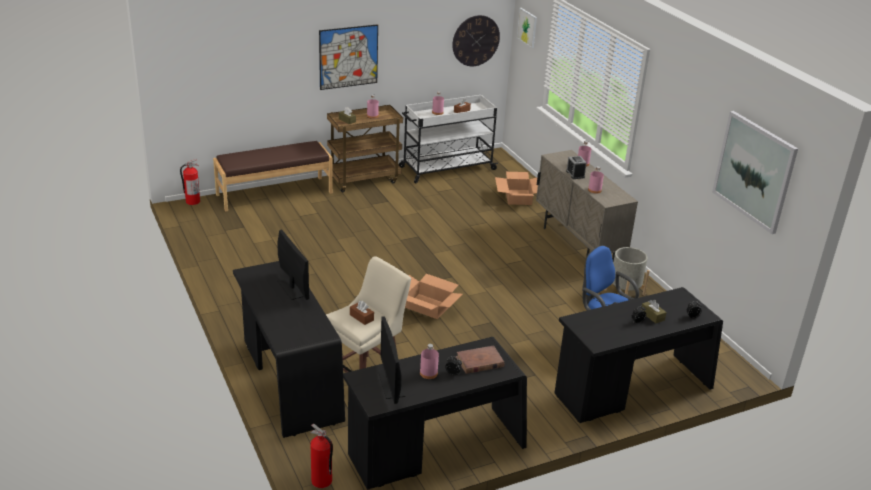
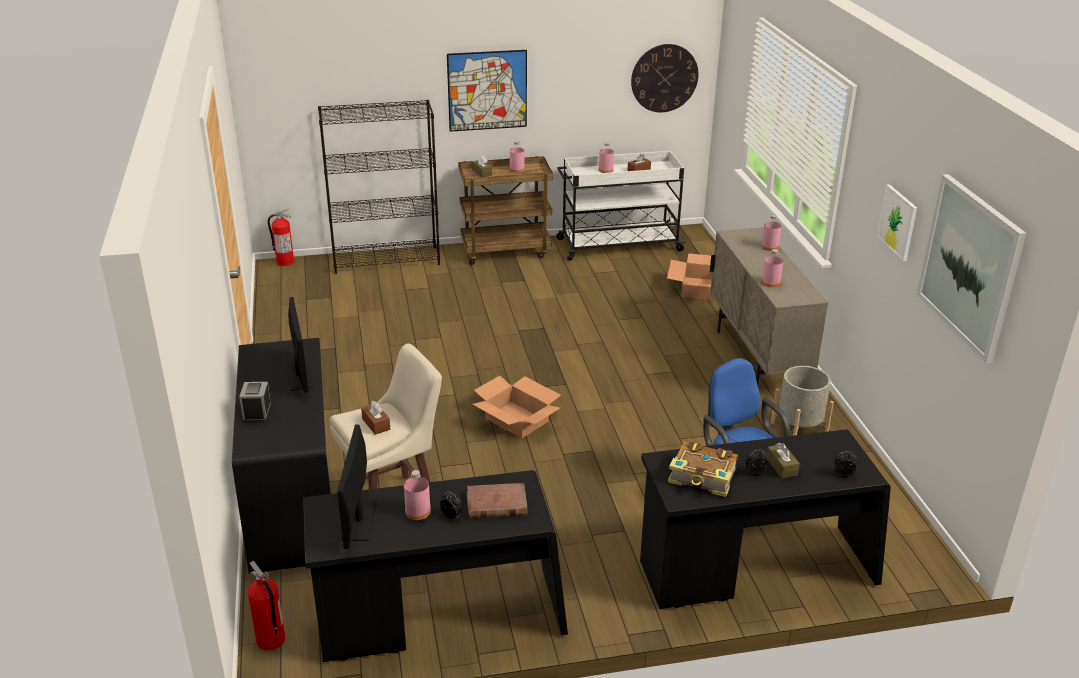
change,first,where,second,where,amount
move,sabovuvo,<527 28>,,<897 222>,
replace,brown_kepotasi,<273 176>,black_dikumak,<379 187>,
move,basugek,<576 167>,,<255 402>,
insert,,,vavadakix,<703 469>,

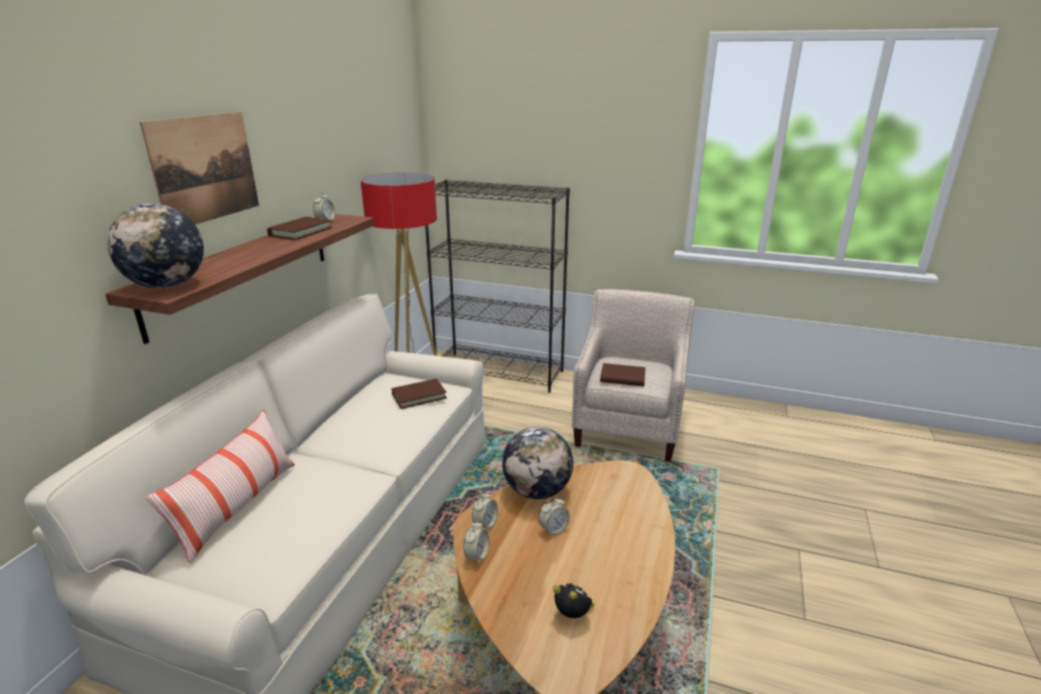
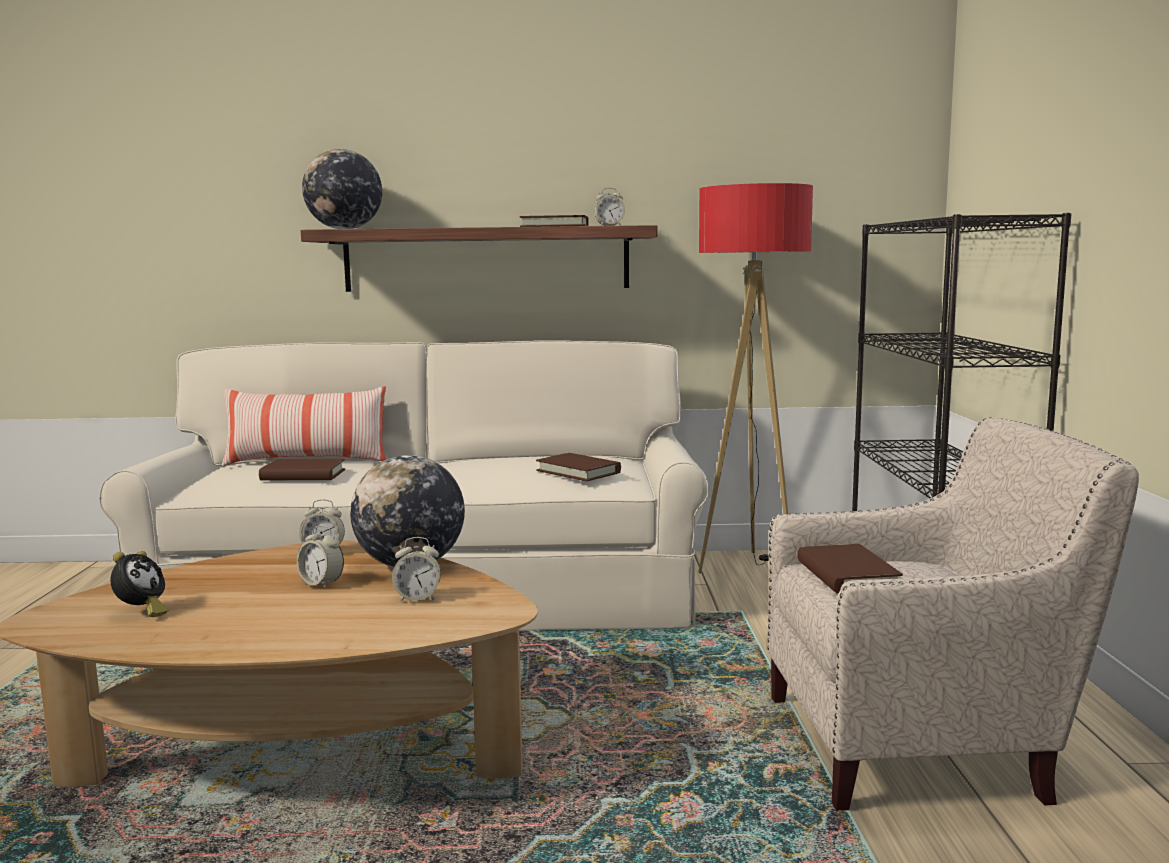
change,first,where,second,where,amount
delete,sabovuvo,<199 168>,,,
move,basugek,<476 541>,,<416 569>,
insert,,,brown_vavadakix,<302 469>,

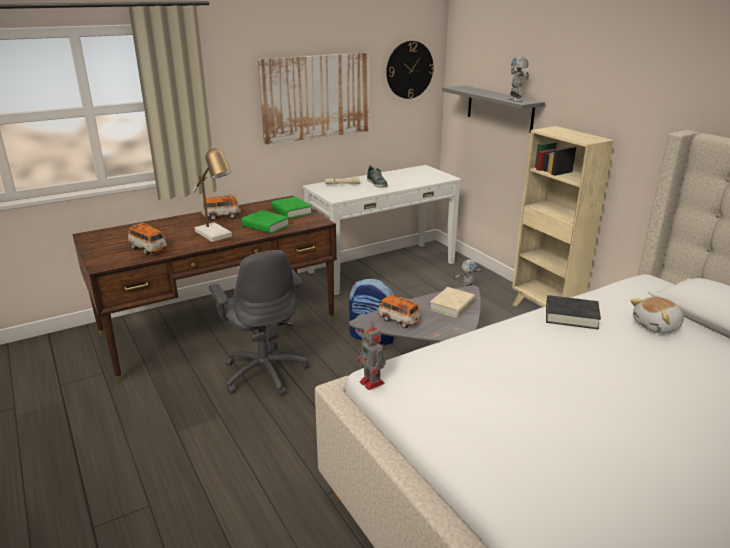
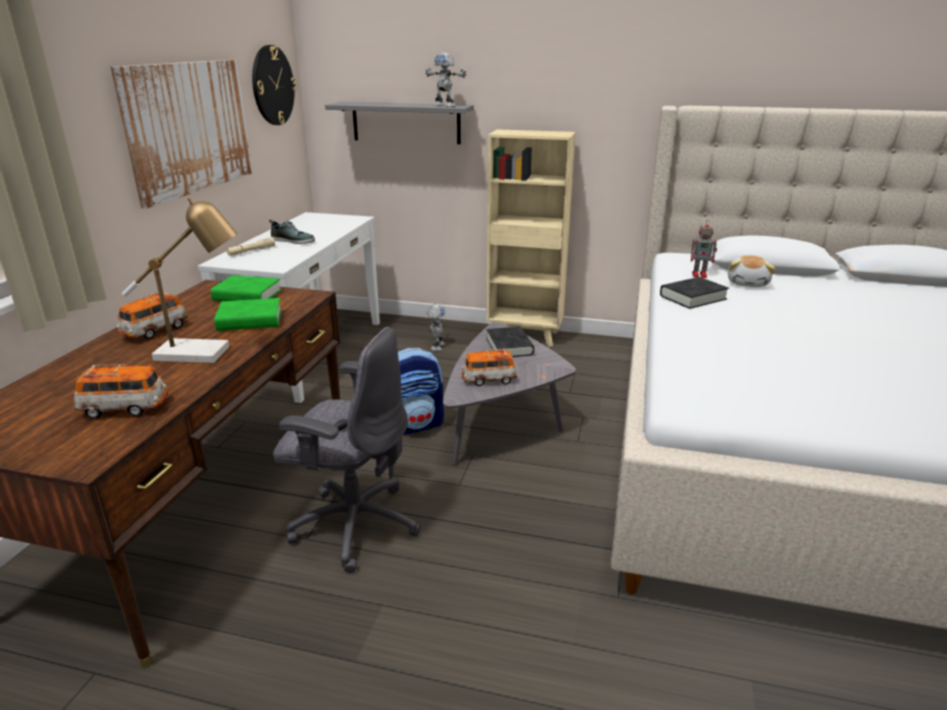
change,first,where,second,where,amount
recolor,beige_vavadakix,<452 302>,black_vavadakix,<510 342>,
move,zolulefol,<371 355>,,<704 249>,

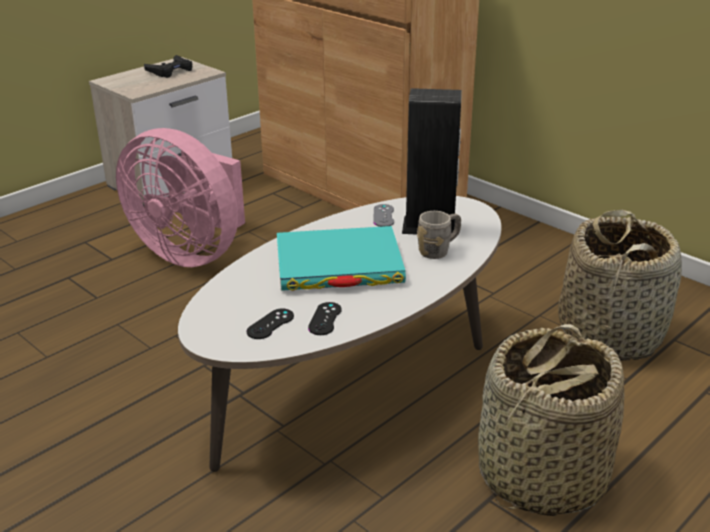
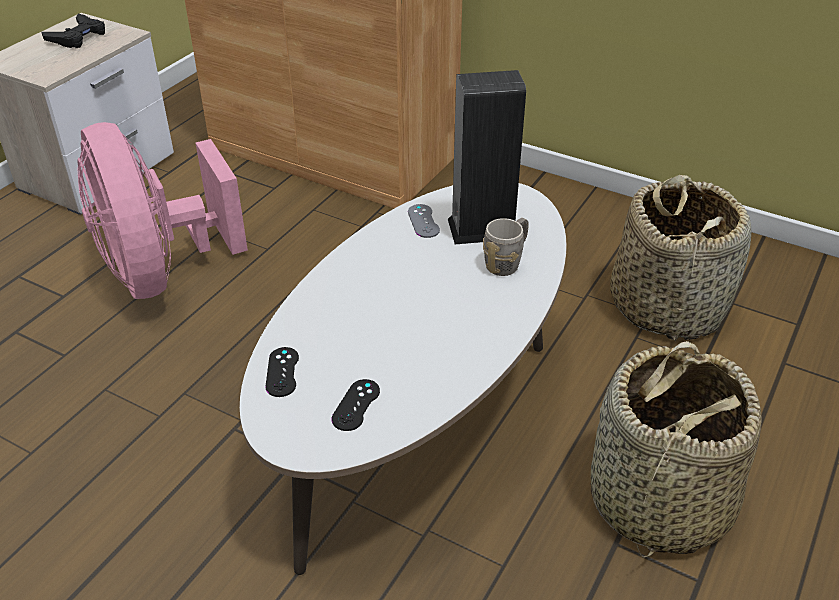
change,first,where,second,where,amount
rotate,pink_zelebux,<180 197>,,<162 210>,45 degrees clockwise
delete,turquoise_vavadakix,<341 258>,,,
move,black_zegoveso,<325 318>,,<282 372>,

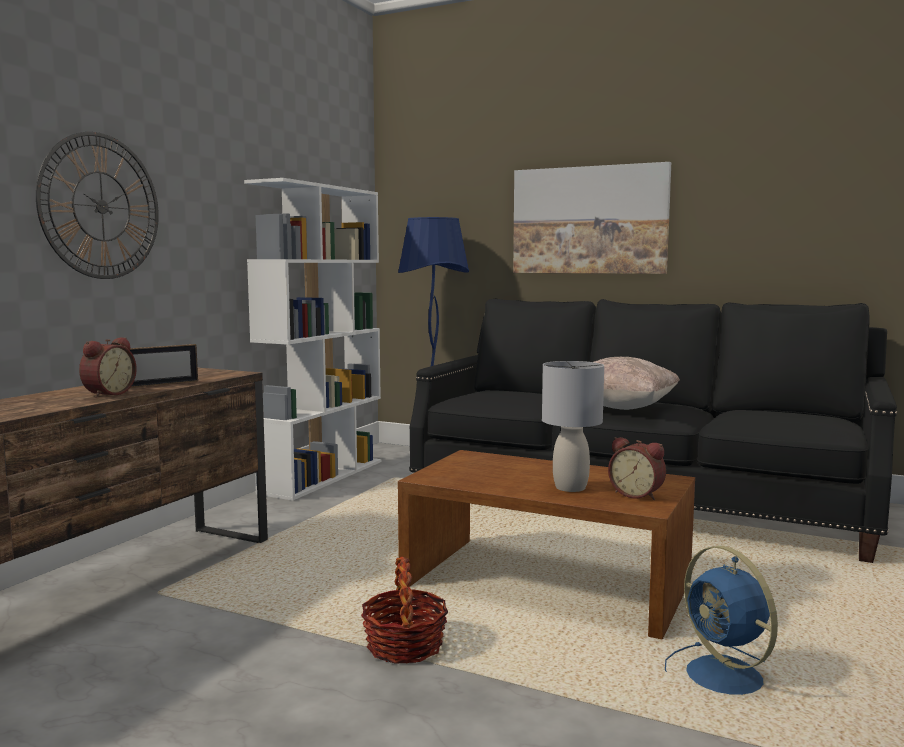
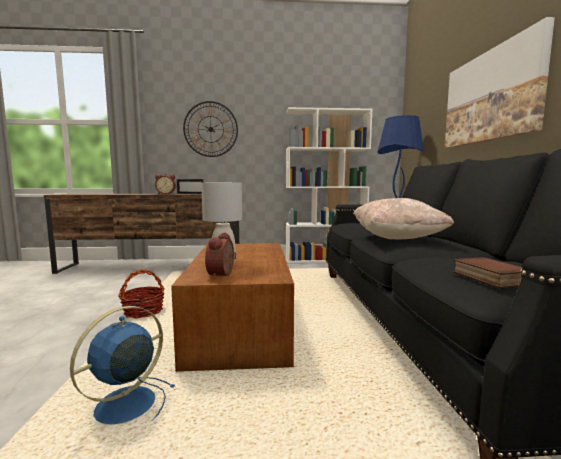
change,first,where,second,where,amount
insert,,,vavadakix,<488 273>,

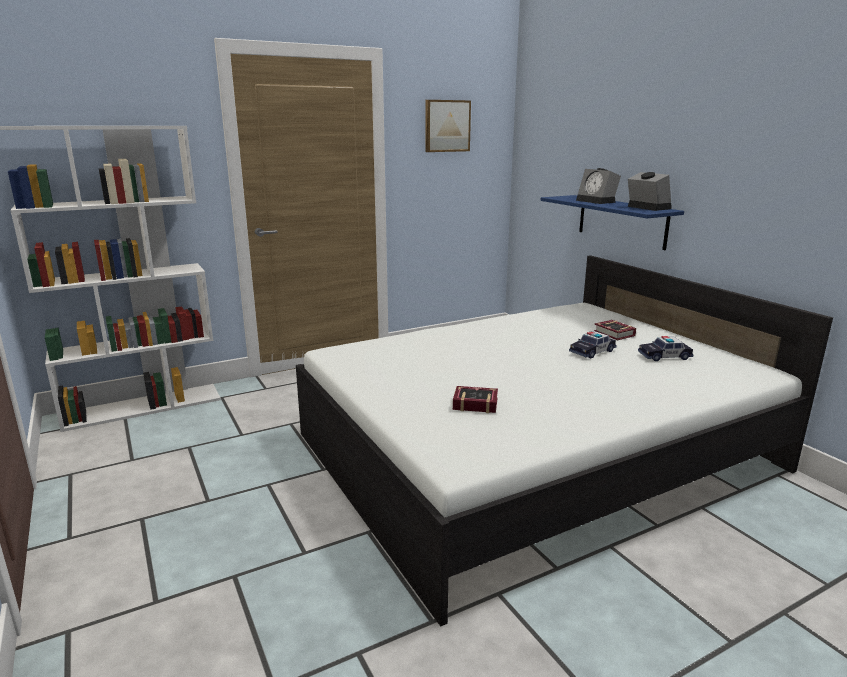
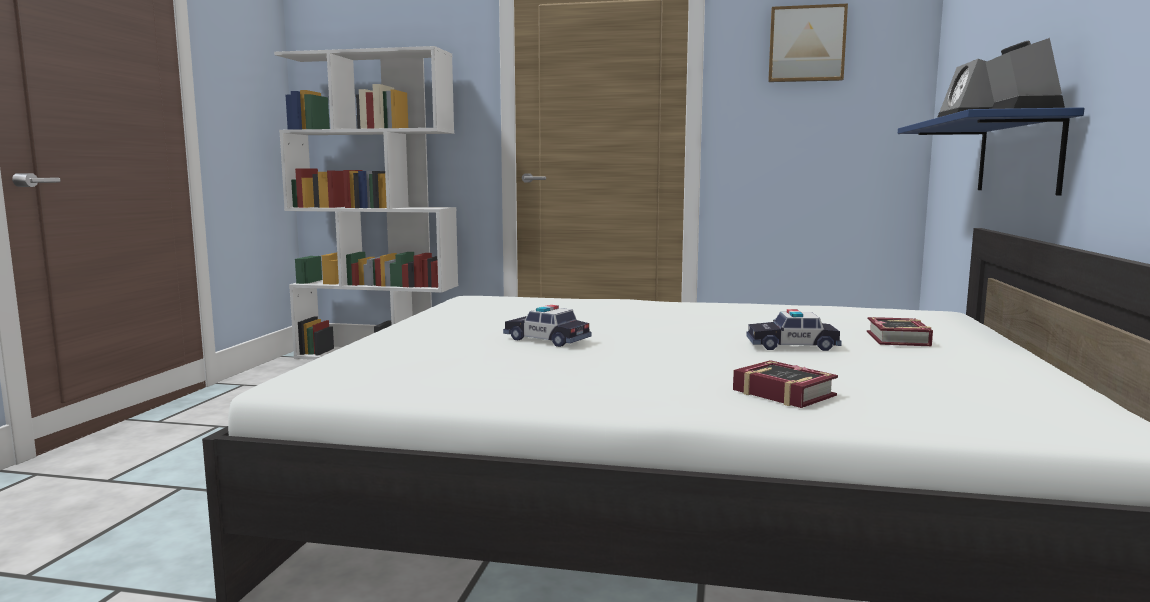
change,first,where,second,where,amount
move,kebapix,<666 348>,,<547 326>,
move,vavadakix,<475 399>,,<785 384>,

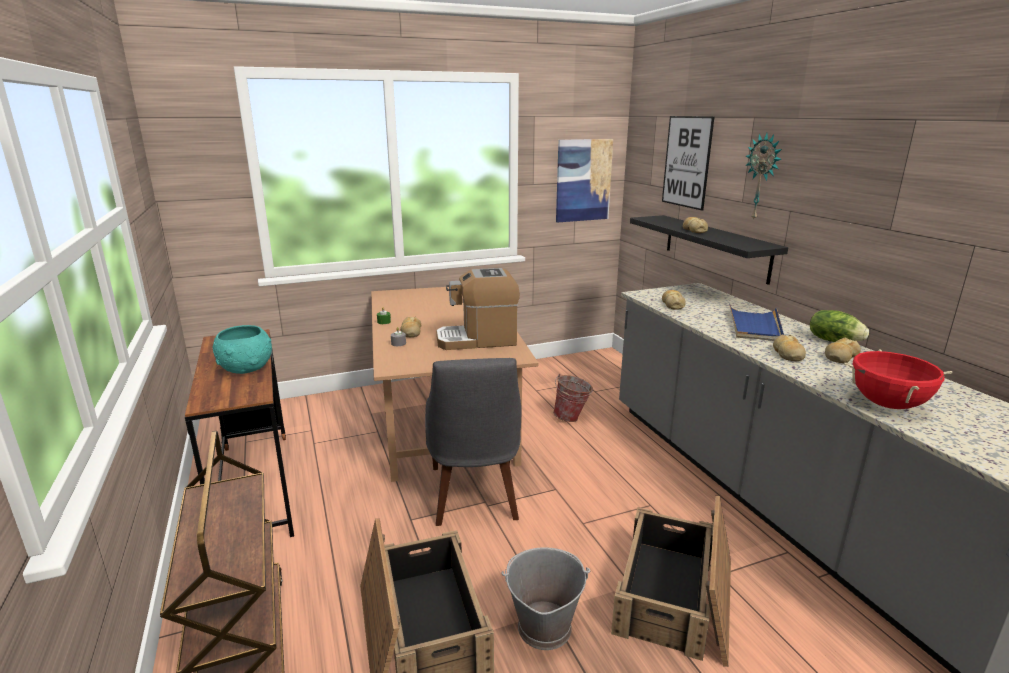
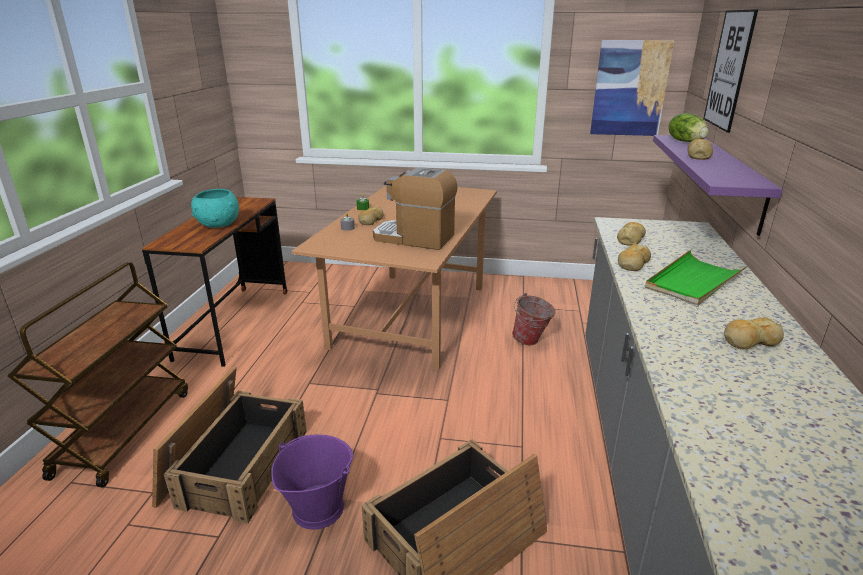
change,first,where,second,where,amount
delete,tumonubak,<763 177>,,,
recolor,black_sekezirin,<709 250>,purple_sekezirin,<718 185>,
recolor,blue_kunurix,<756 322>,green_kunurix,<696 278>,
move,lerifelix,<839 326>,,<689 127>,
move,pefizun,<789 348>,,<634 257>,
delete,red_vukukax,<898 379>,,,
delete,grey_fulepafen,<473 442>,,,
recolor,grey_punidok,<545 598>,purple_punidok,<312 482>,

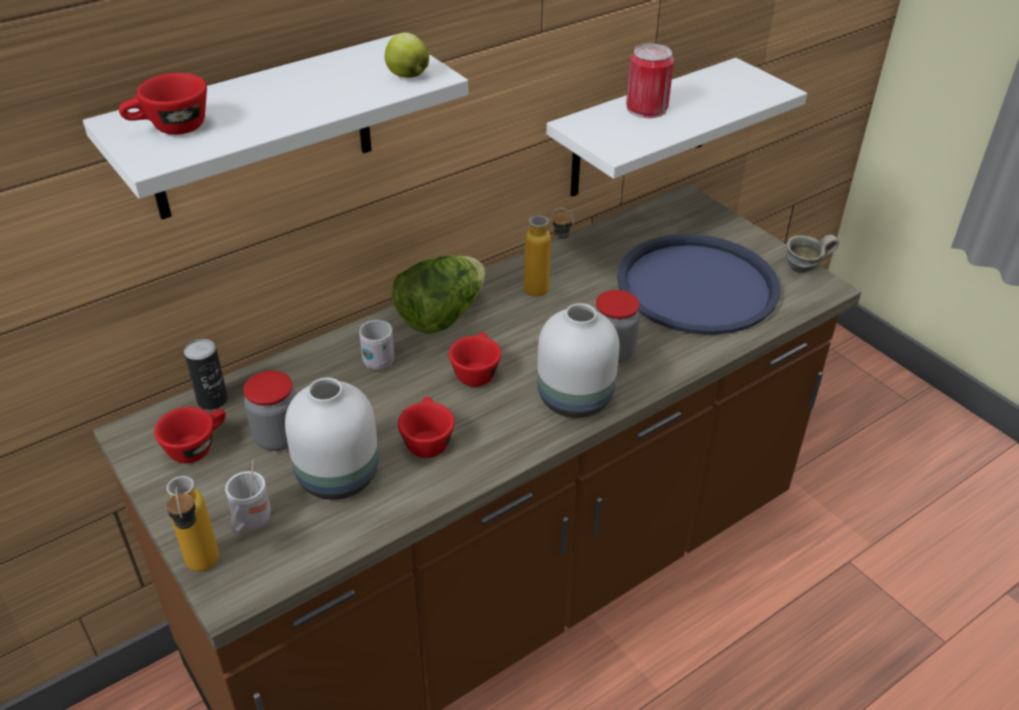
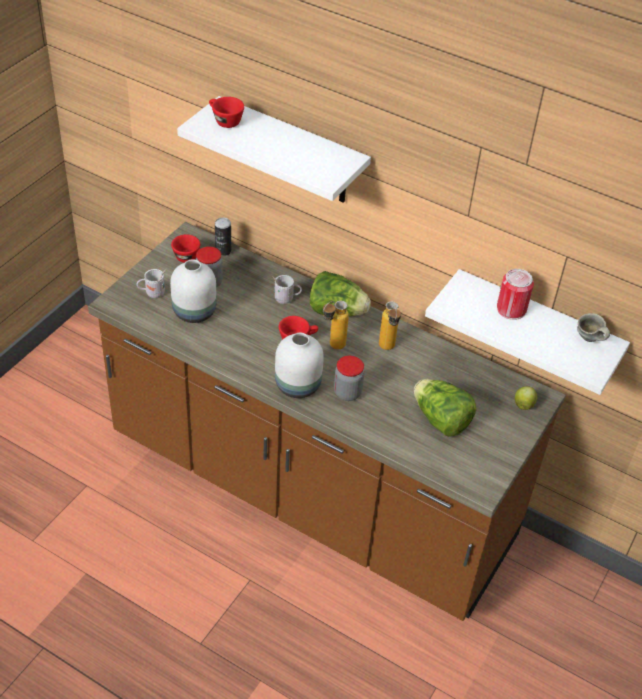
change,first,where,second,where,amount
move,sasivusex,<406 55>,,<526 398>,
replace,blue_kunurix,<698 284>,lerifelix,<445 408>,
move,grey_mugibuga,<812 253>,,<593 327>,
delete,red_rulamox,<426 427>,,,
move,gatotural,<192 524>,,<336 325>,

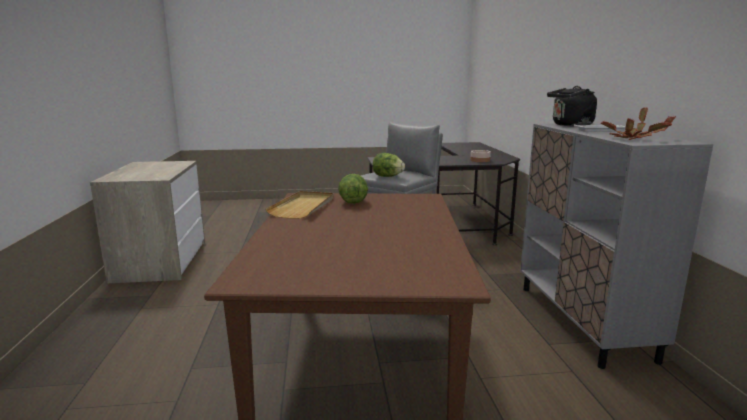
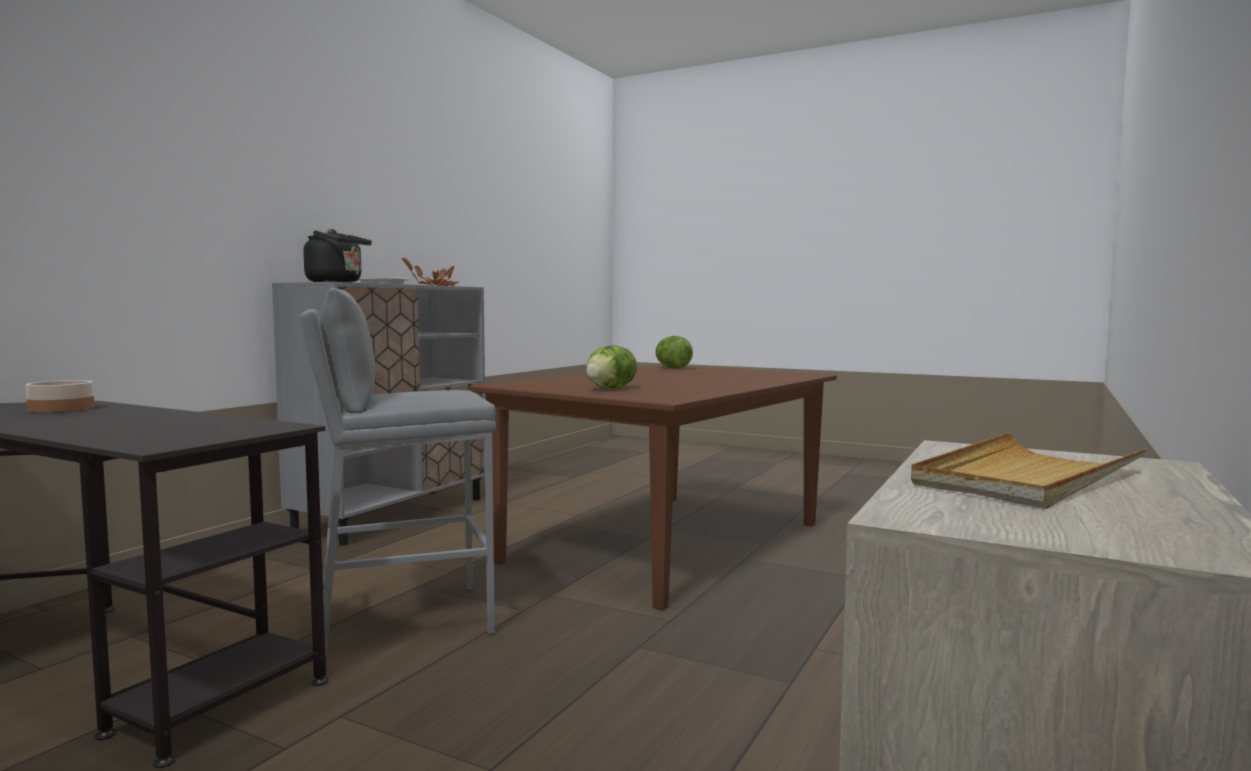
change,first,where,second,where,amount
move,lerifelix,<388 165>,,<674 352>,
move,beige_kunurix,<299 205>,,<1029 470>,

